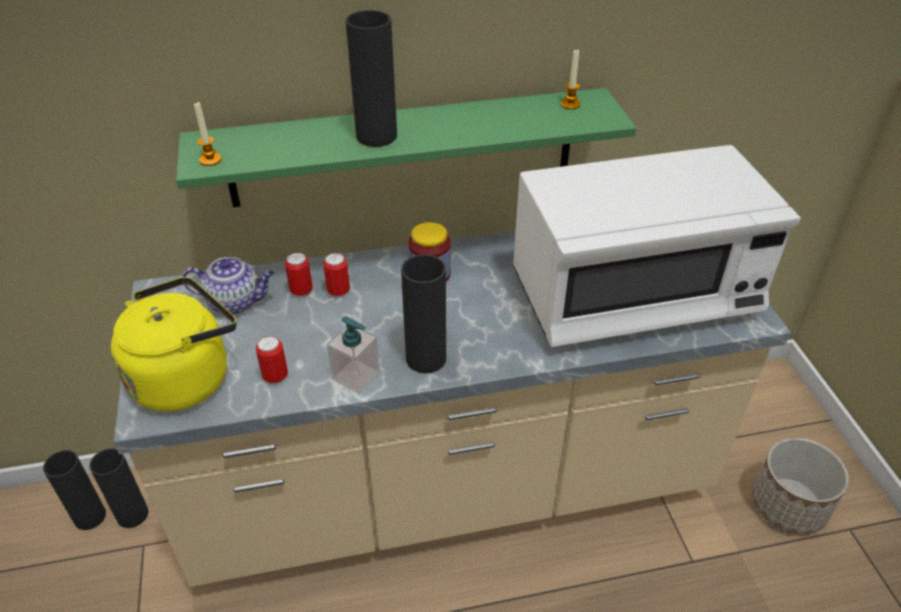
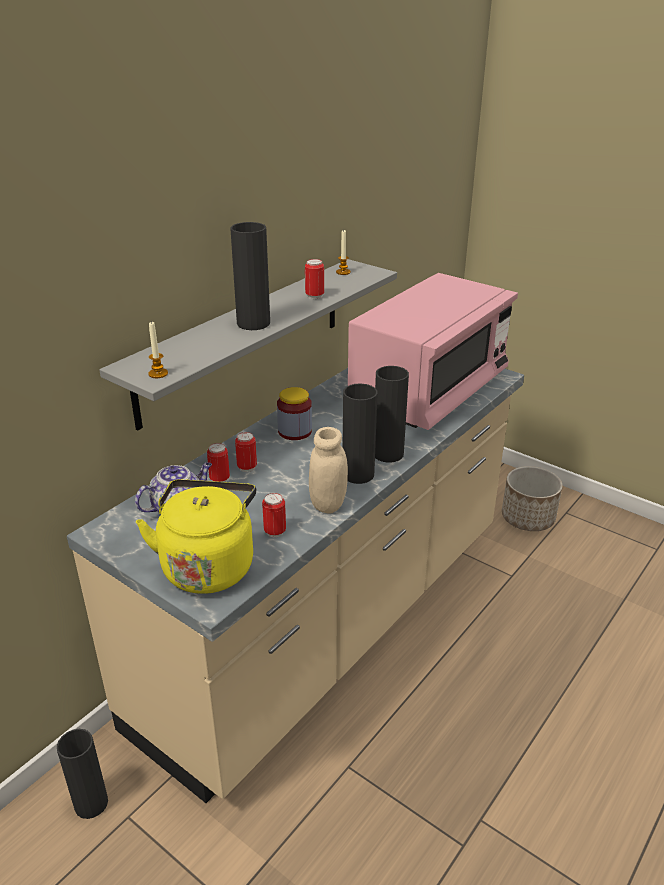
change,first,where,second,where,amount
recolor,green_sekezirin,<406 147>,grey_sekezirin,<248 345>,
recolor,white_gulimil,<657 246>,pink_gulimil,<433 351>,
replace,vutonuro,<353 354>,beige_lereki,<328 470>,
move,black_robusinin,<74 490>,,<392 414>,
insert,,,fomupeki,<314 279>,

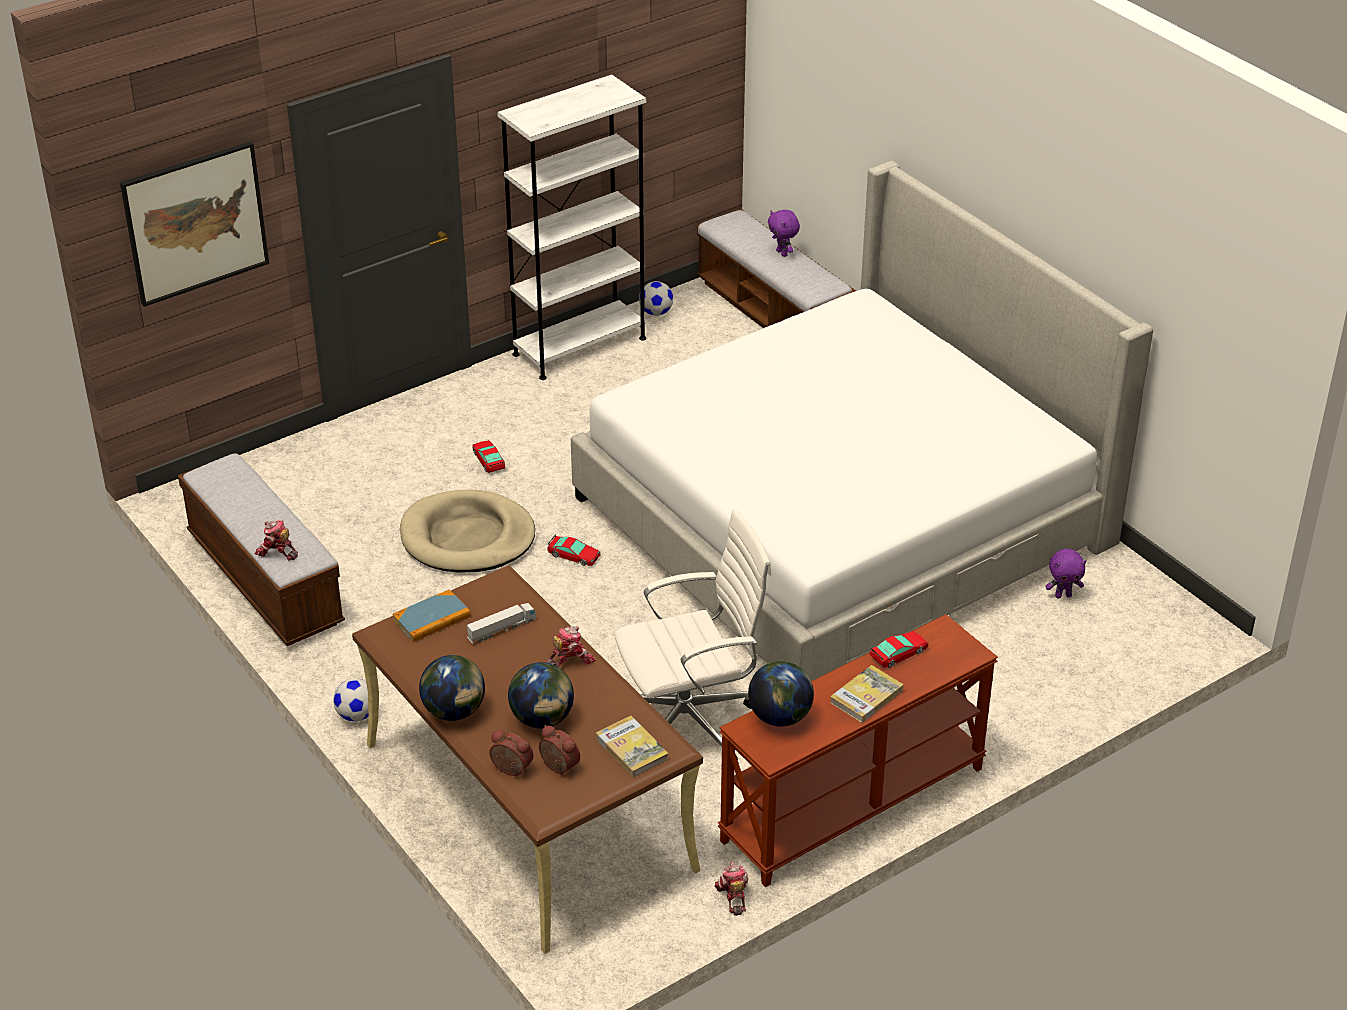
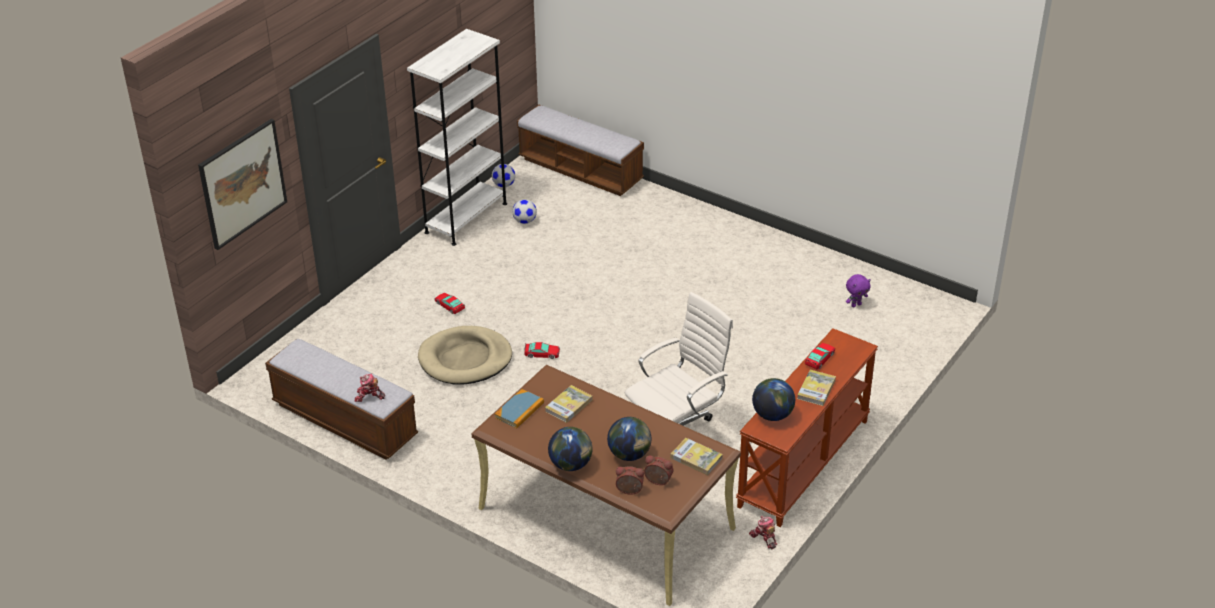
change,first,where,second,where,amount
delete,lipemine,<862 421>,,,
delete,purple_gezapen,<784 233>,,,
replace,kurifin,<501 623>,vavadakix,<568 404>,
delete,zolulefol,<571 646>,,,
move,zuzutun,<351 700>,,<524 212>,

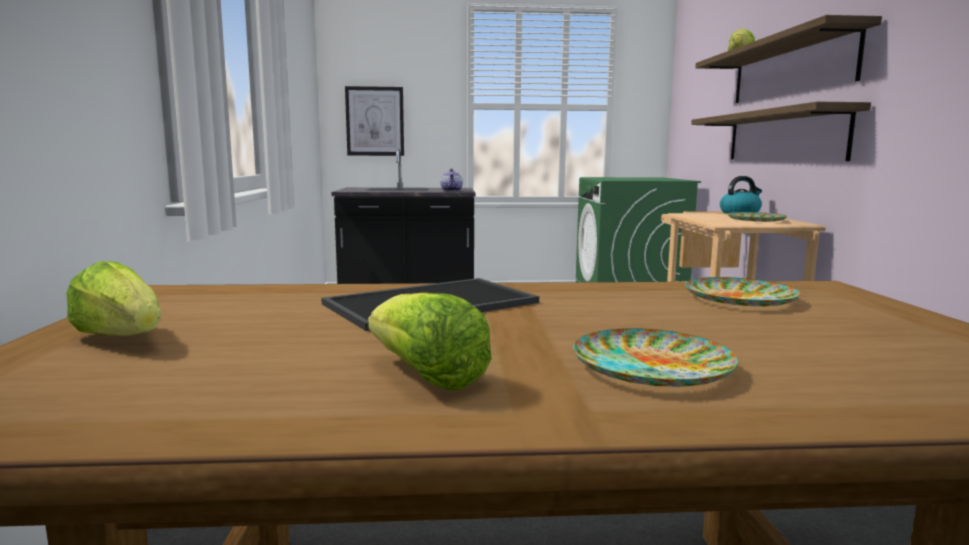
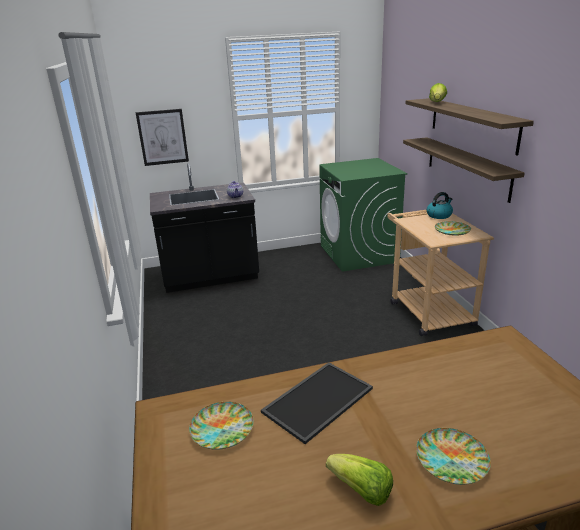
change,first,where,second,where,amount
delete,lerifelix,<113 298>,,,
move,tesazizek,<742 291>,,<221 426>,

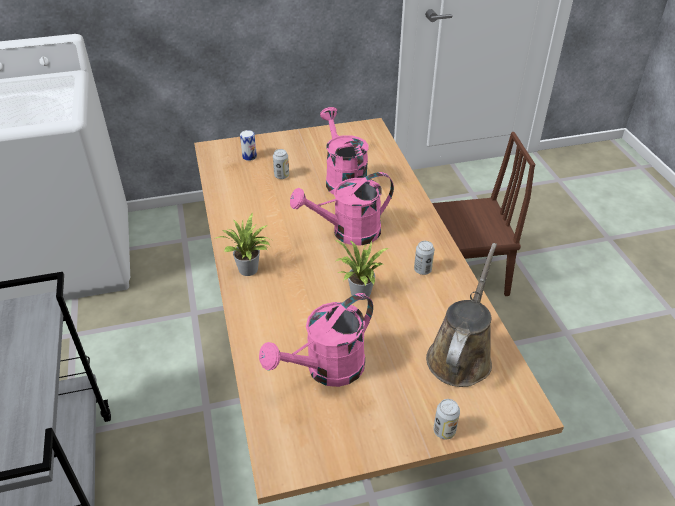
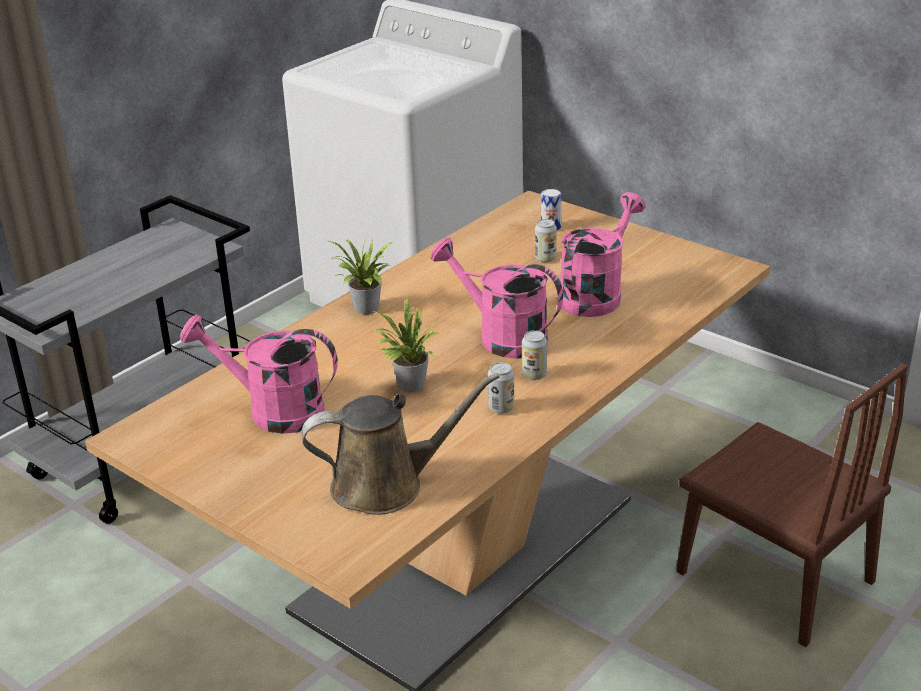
change,first,where,second,where,amount
move,fomupeki,<447 419>,,<534 355>,

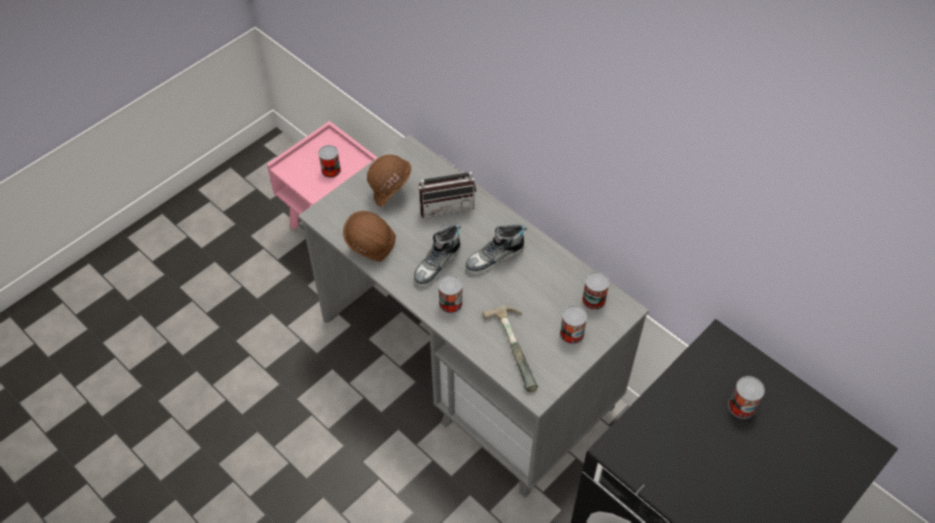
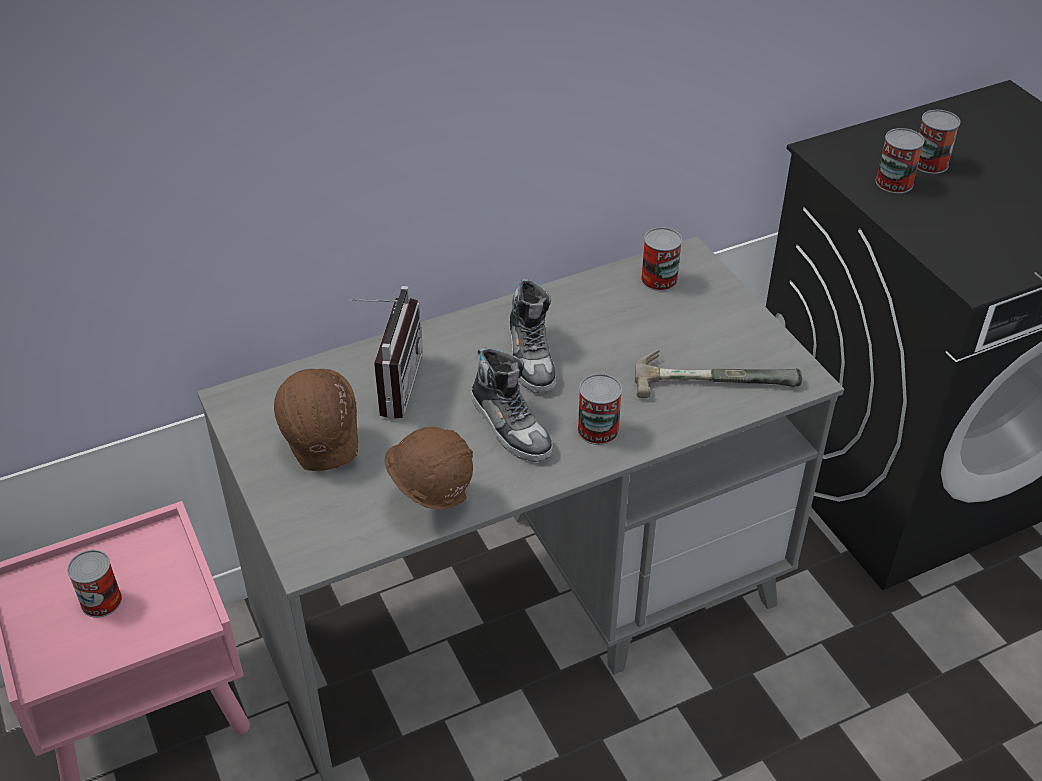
change,first,where,second,where,amount
move,fomupeki,<573 324>,,<899 160>,

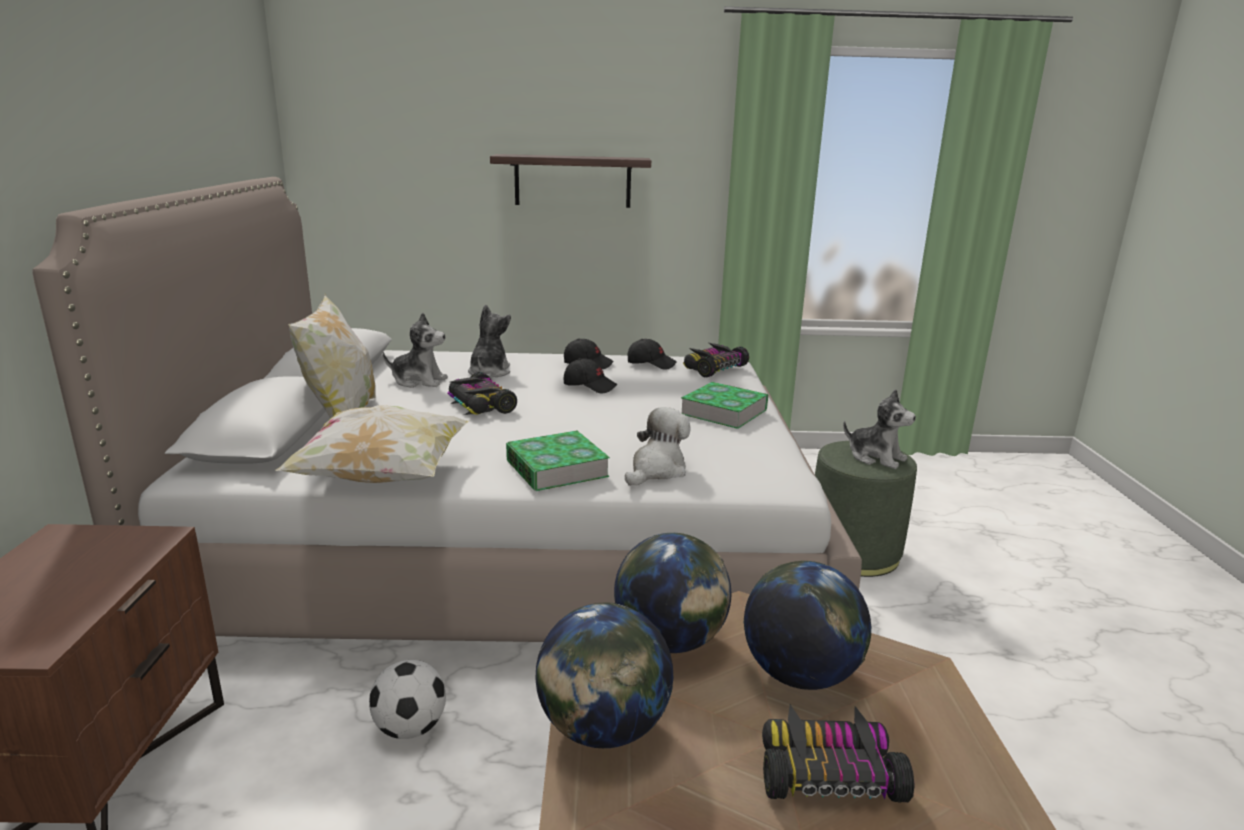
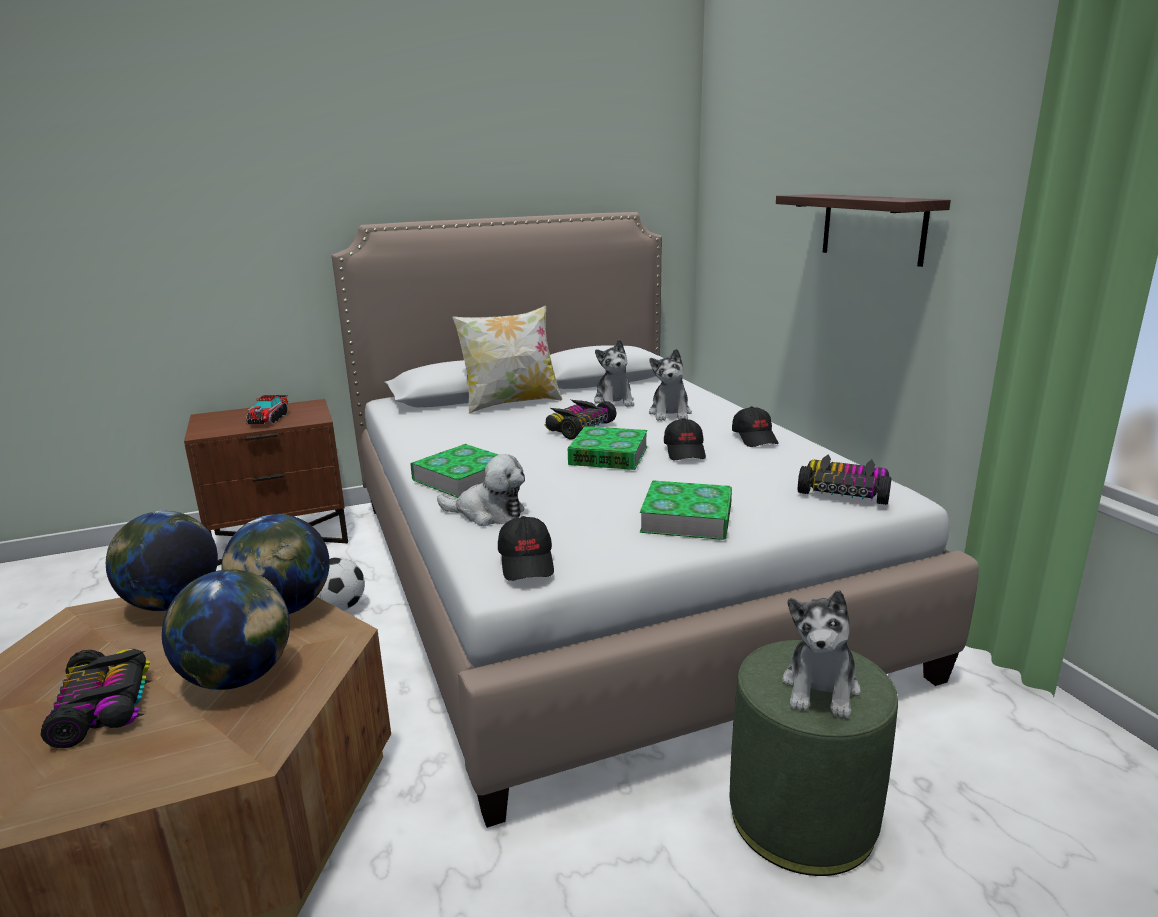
change,first,where,second,where,amount
rotate,gezapen,<489 341>,,<670 384>,105 degrees clockwise
move,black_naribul,<652 354>,,<526 548>,
delete,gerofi,<372 444>,,,
insert,,,kurifin,<267 409>,
insert,,,vavadakix,<608 448>,

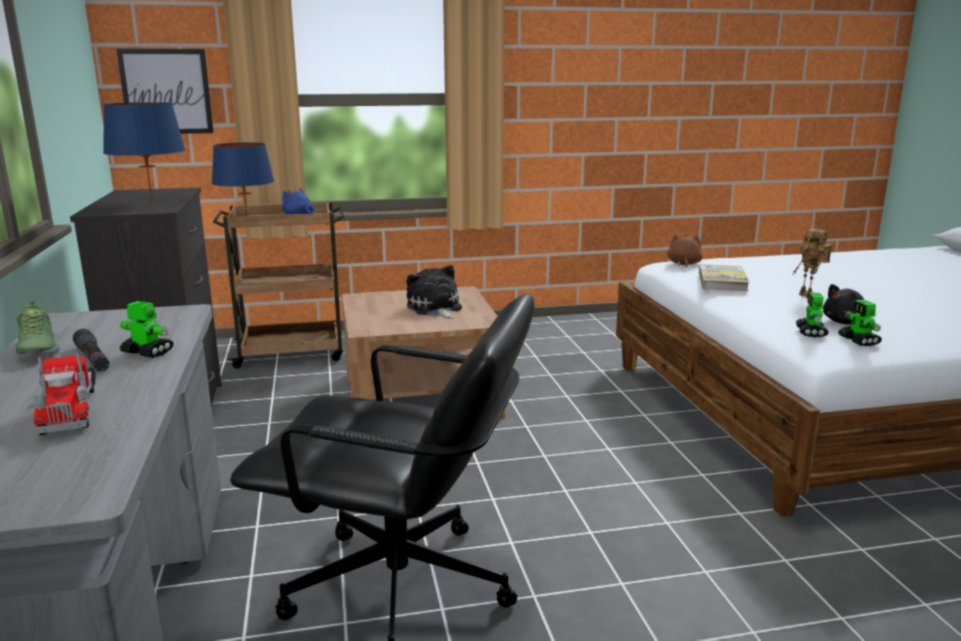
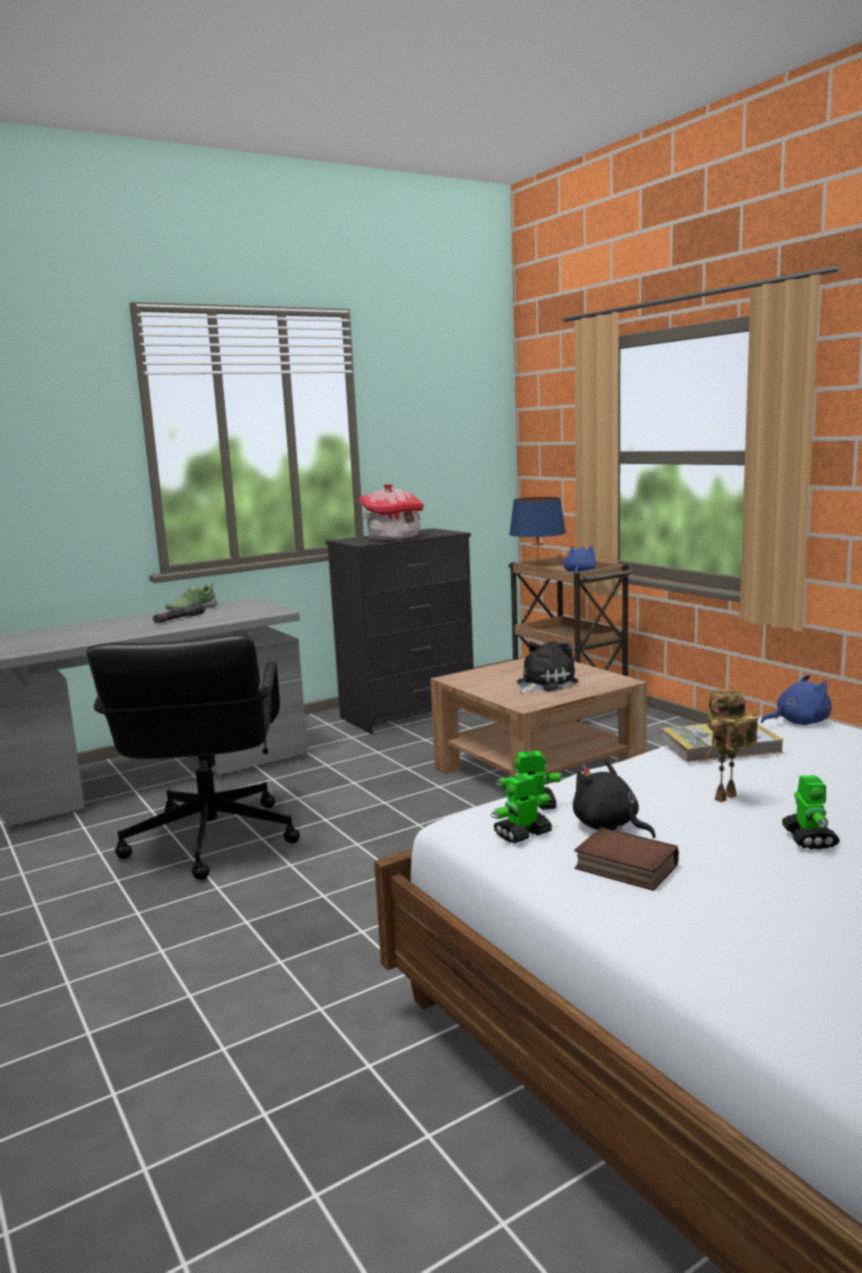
change,first,where,second,where,amount
delete,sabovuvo,<165 91>,,,
replace,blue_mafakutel,<144 152>,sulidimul,<391 512>,
recolor,brown_gezapen,<684 251>,blue_gezapen,<796 699>,
move,zolulefol,<147 329>,,<810 812>,
delete,kurifin,<65 394>,,,
insert,,,vavadakix,<627 859>,

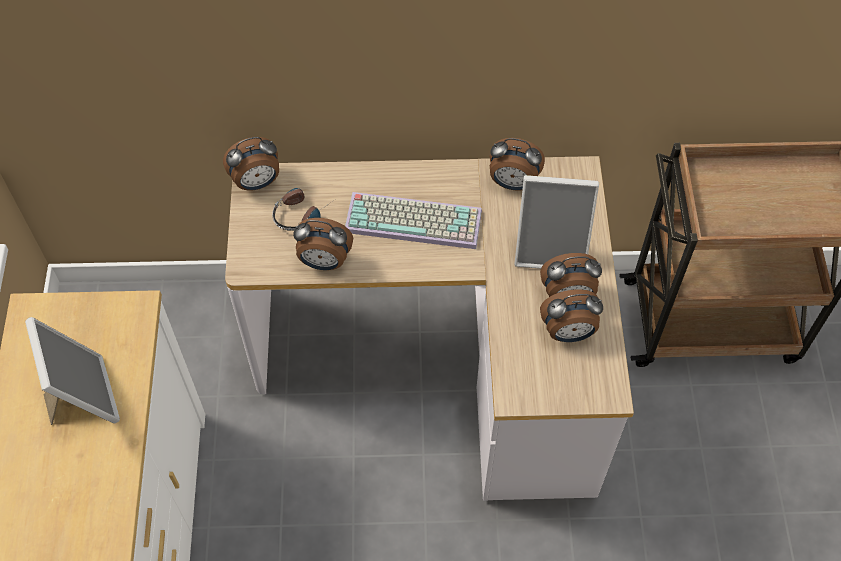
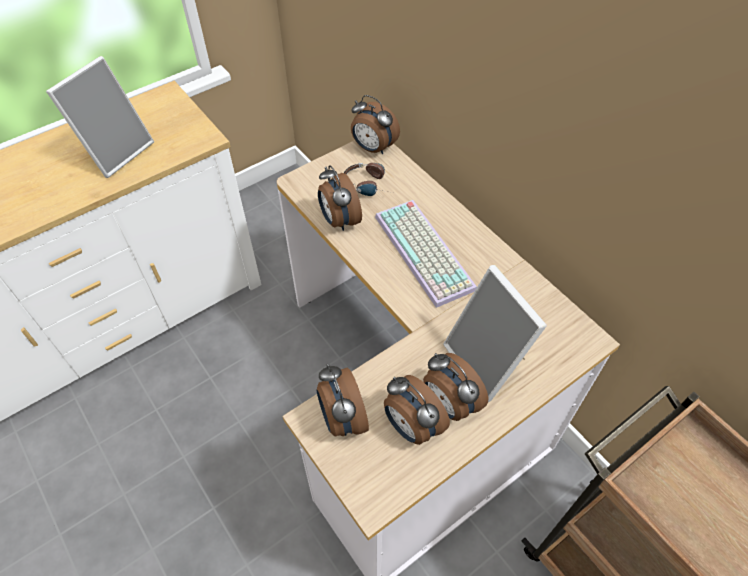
change,first,where,second,where,amount
move,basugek,<517 164>,,<343 400>,

